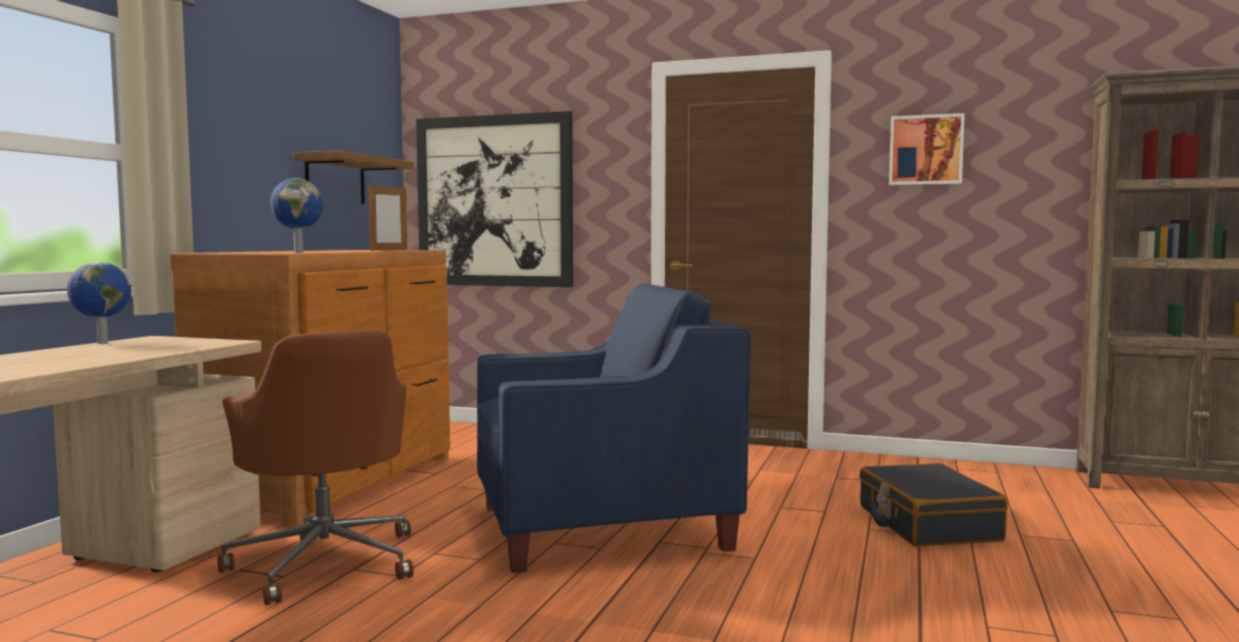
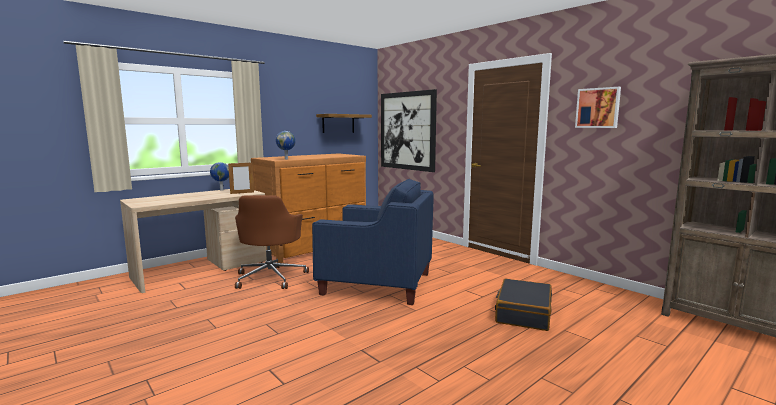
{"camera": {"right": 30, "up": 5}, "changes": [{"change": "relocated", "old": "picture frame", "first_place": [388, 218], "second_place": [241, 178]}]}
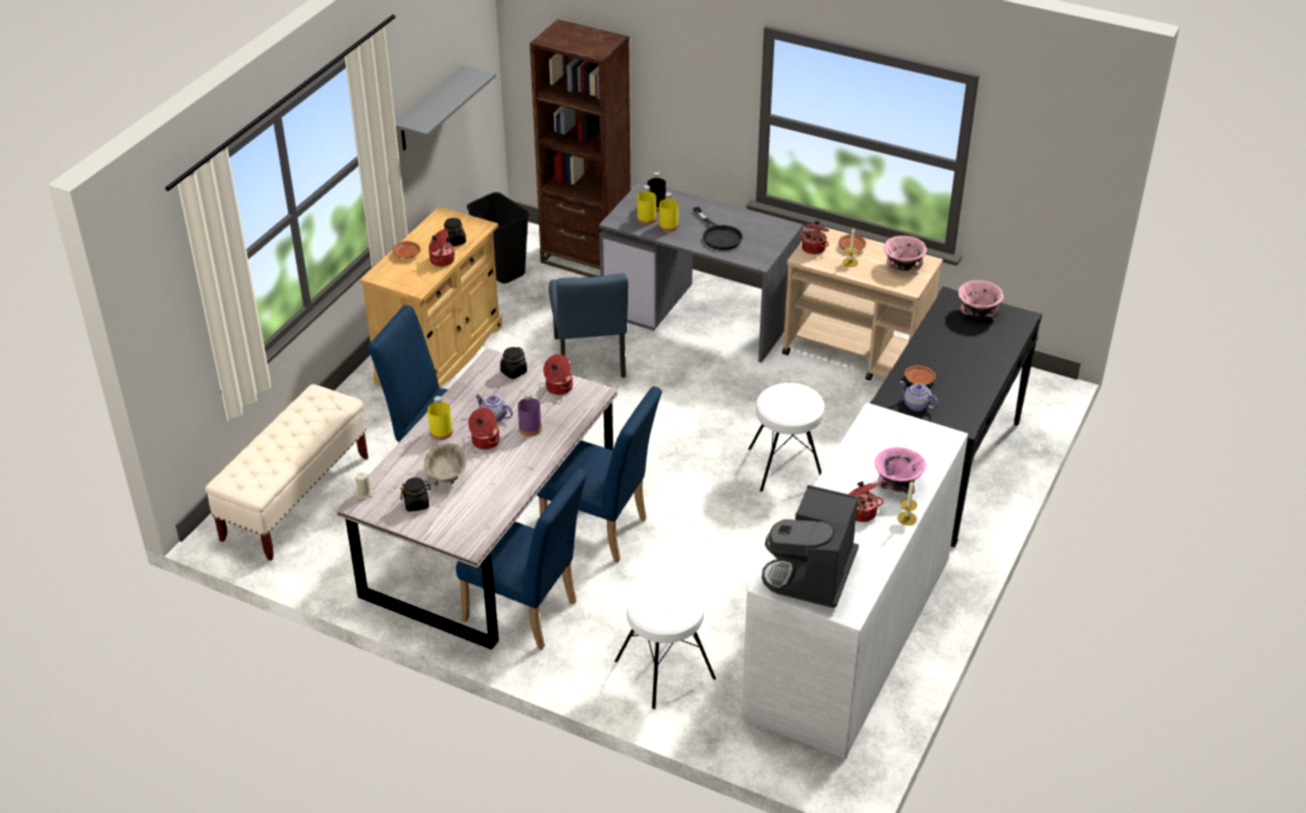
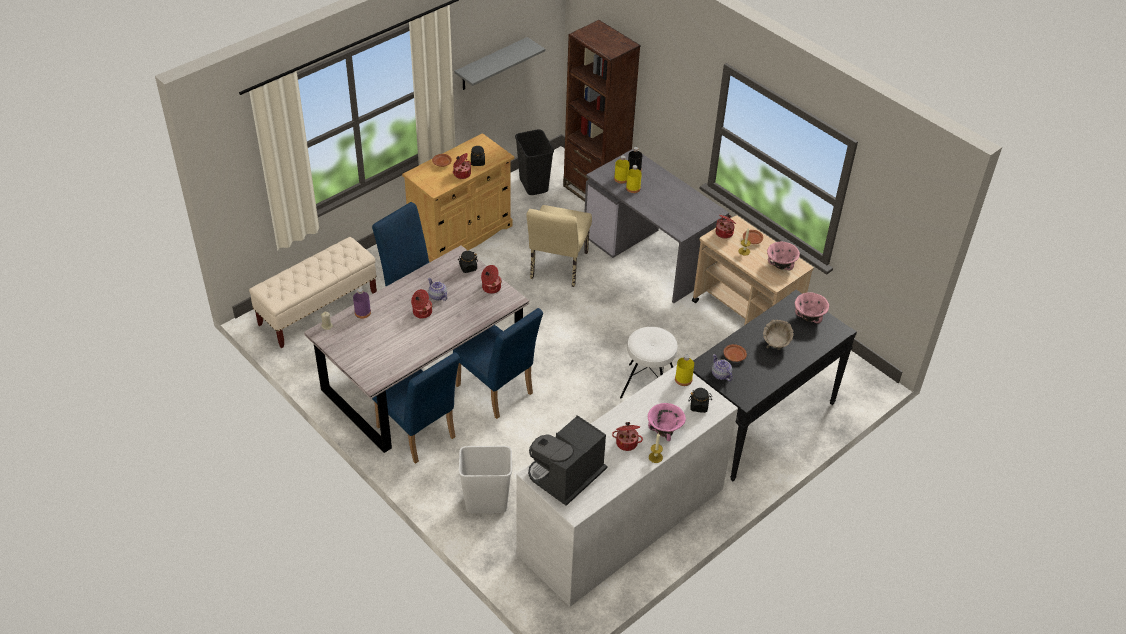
{"camera": {"right": 20, "up": 5}, "changes": [{"change": "relocated", "old": "black-coloured preserve jar", "first_place": [415, 494], "second_place": [700, 400]}, {"change": "relocated", "old": "beige deep dish", "first_place": [445, 464], "second_place": [778, 334]}, {"change": "relocated", "old": "yellow-coloured bottle", "first_place": [440, 418], "second_place": [684, 370]}, {"change": "relocated", "old": "purple-coloured bottle", "first_place": [530, 414], "second_place": [362, 303]}, {"change": "colour", "old": "blue chair", "new": "beige chair", "first_place": [588, 325], "second_place": [559, 246]}, {"change": "exchanged", "old": "white-coloured stool", "new": "white-coloured trash can", "first_place": [665, 643], "second_place": [485, 479]}, {"change": "missing", "old": "black-coloured pan", "first_place": [718, 228]}]}
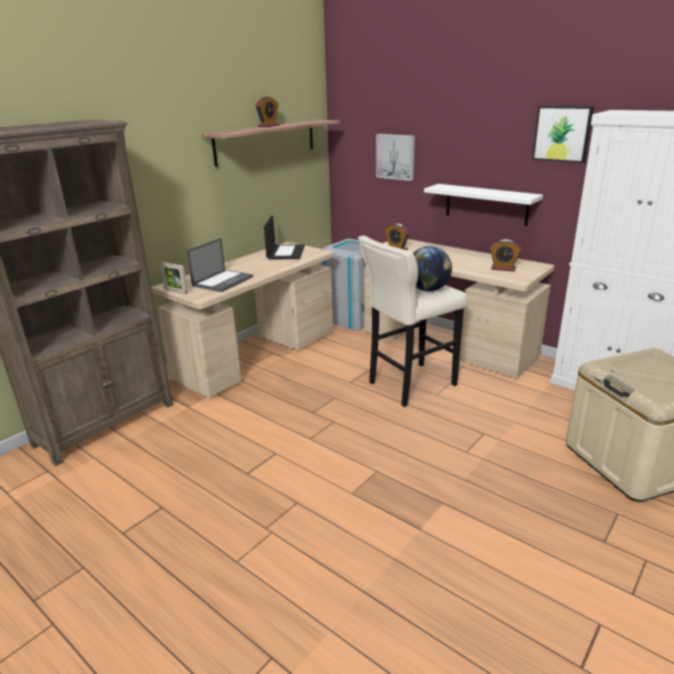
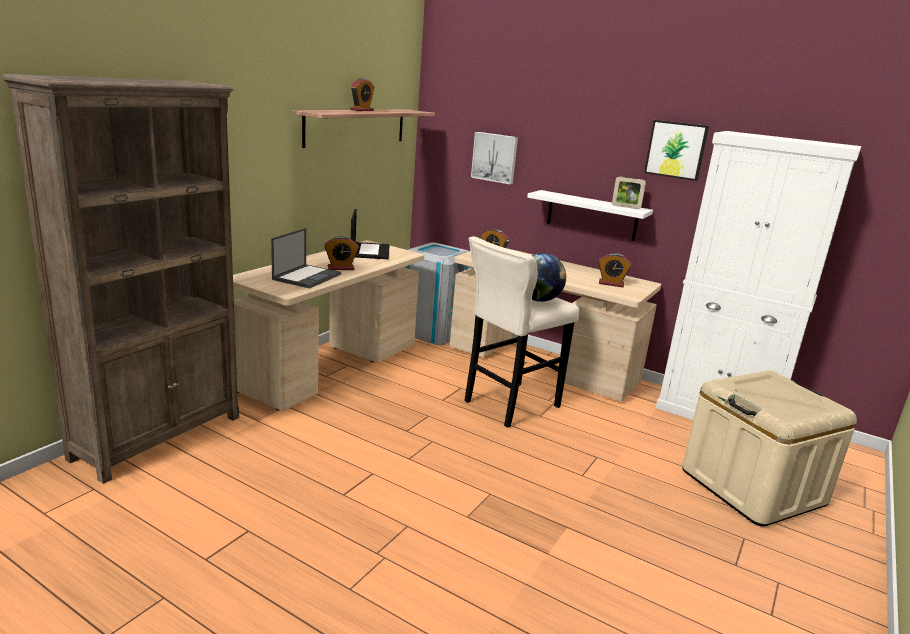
{"camera": {"right": -10, "up": -5}, "changes": [{"change": "relocated", "old": "picture frame", "first_place": [174, 278], "second_place": [629, 192]}, {"change": "appeared", "new": "alarm clock", "second_place": [341, 253]}]}
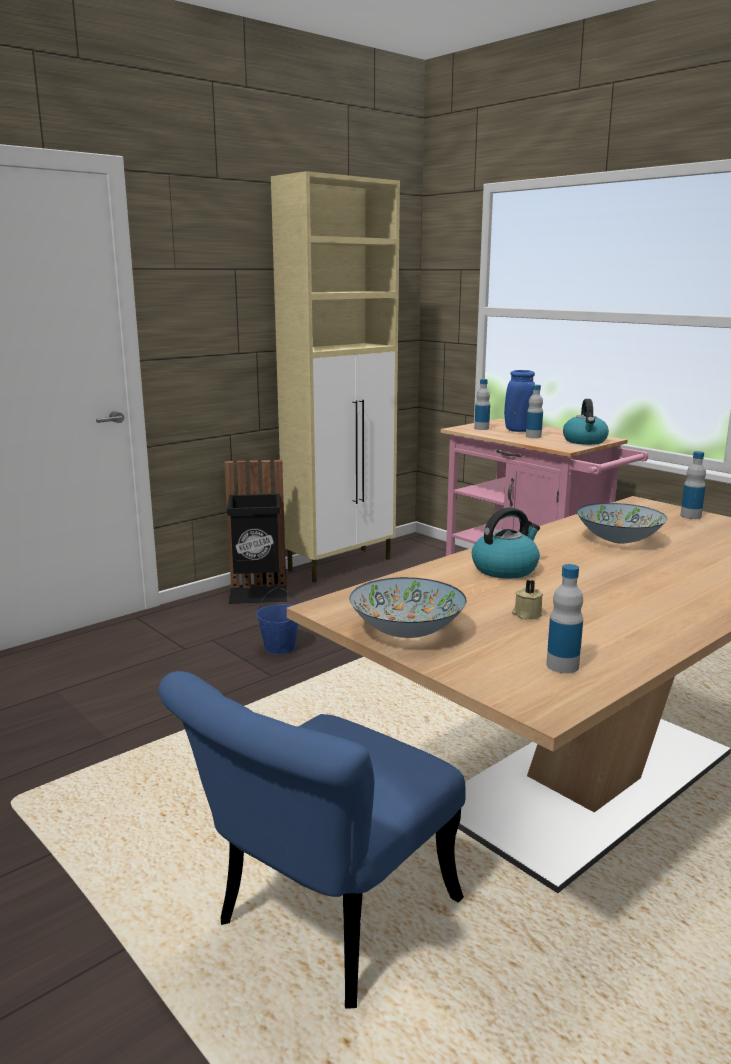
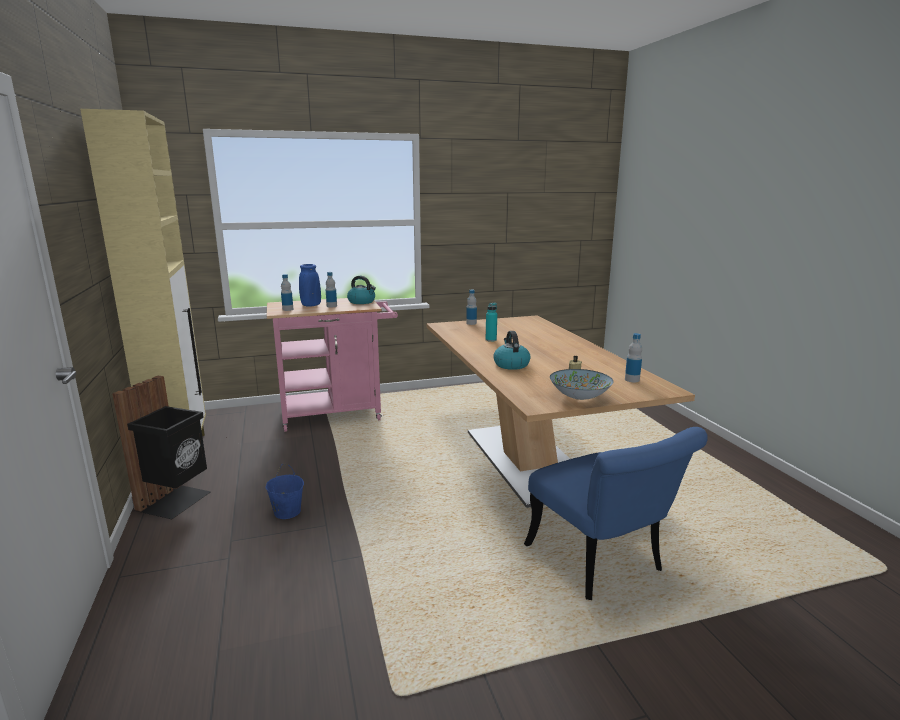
{"camera": {"right": -65, "up": 0}, "changes": [{"change": "exchanged", "old": "deep dish", "new": "turquoise-coloured bottle", "first_place": [622, 523], "second_place": [491, 322]}]}
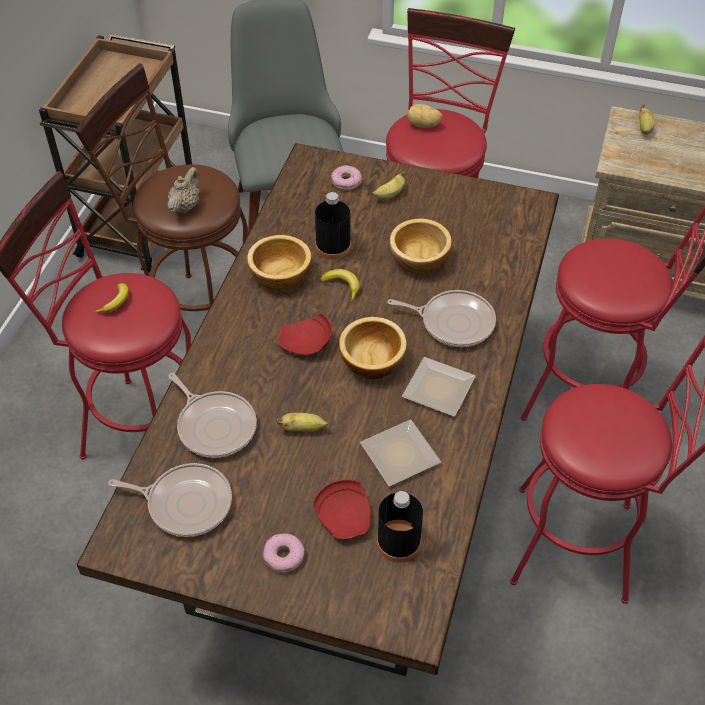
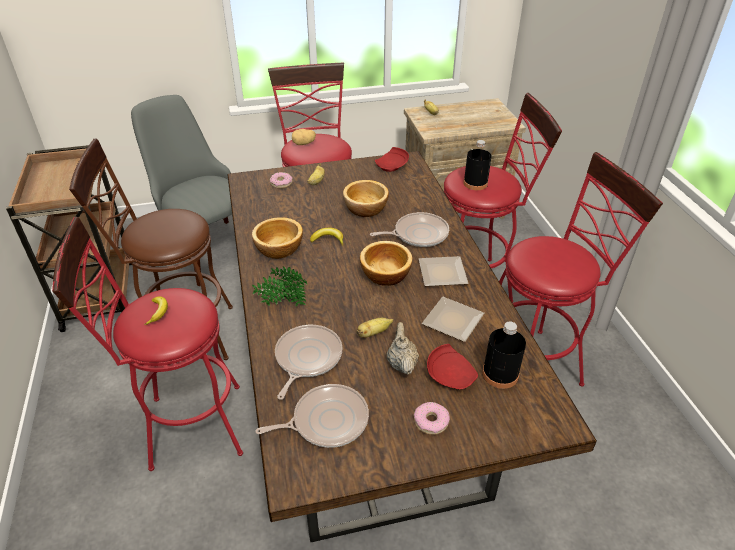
{"camera": {"right": -30, "up": -10}, "changes": [{"change": "relocated", "old": "beige pot for tea", "first_place": [184, 190], "second_place": [403, 348]}, {"change": "spun", "old": "pan", "first_place": [212, 415], "second_place": [309, 362], "degrees": -90}, {"change": "relocated", "old": "red flat dish", "first_place": [305, 334], "second_place": [392, 159]}, {"change": "relocated", "old": "black-coloured bottle", "first_place": [333, 226], "second_place": [477, 165]}, {"change": "appeared", "new": "houseplant", "second_place": [279, 286]}]}
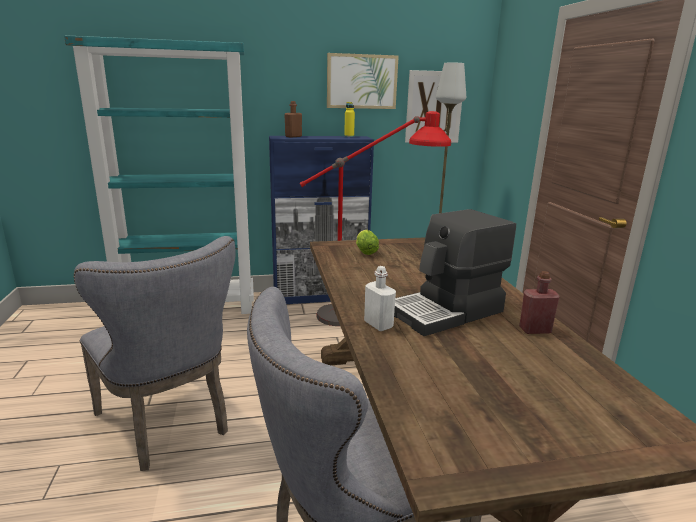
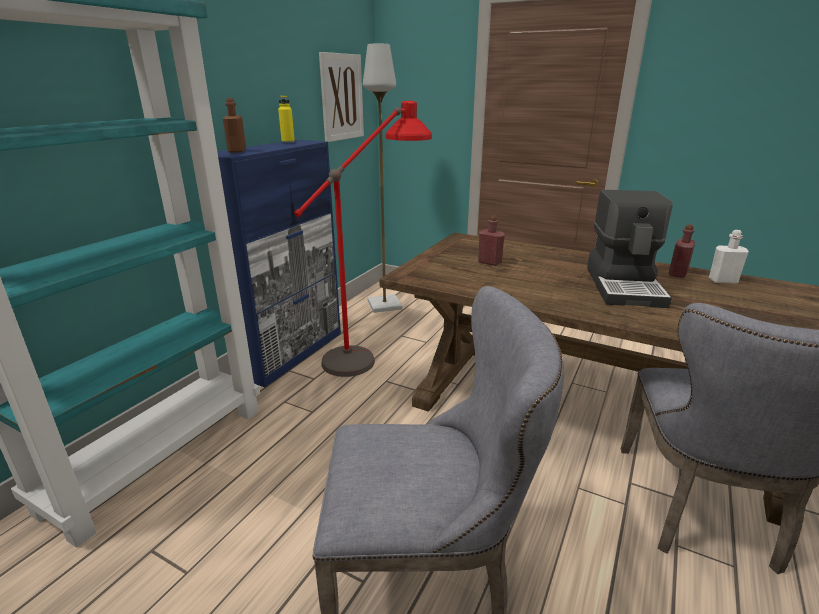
{"camera": {"right": -50, "up": 5}, "changes": [{"change": "missing", "old": "picture", "first_place": [363, 81]}, {"change": "missing", "old": "head of lettuce", "first_place": [367, 242]}, {"change": "relocated", "old": "white-coloured bottle", "first_place": [380, 298], "second_place": [729, 257]}, {"change": "appeared", "new": "red bottle", "second_place": [491, 240]}]}
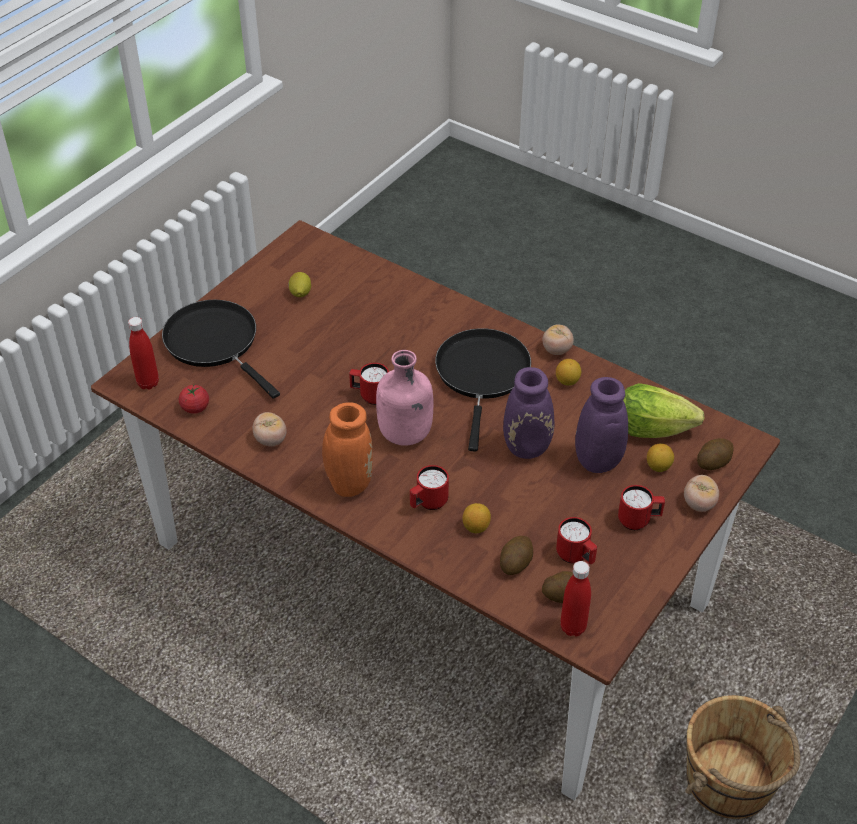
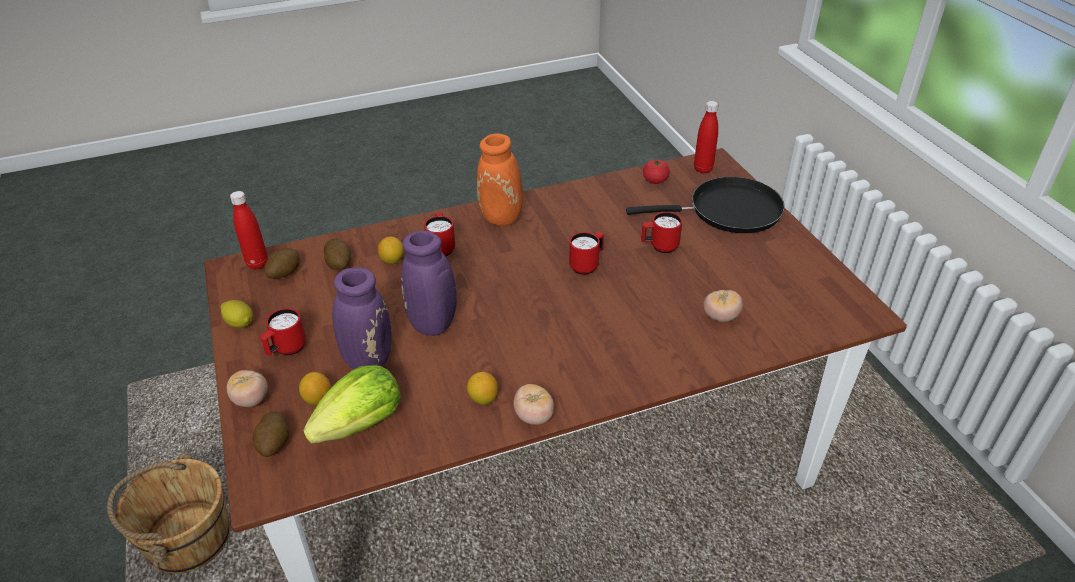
{"camera": {"right": 125, "up": -5}, "changes": [{"change": "relocated", "old": "fresh tomato", "first_place": [270, 429], "second_place": [723, 306]}, {"change": "relocated", "old": "whole lemon", "first_place": [299, 284], "second_place": [236, 314]}, {"change": "missing", "old": "pinkish bottle", "first_place": [404, 398]}, {"change": "missing", "old": "black-coloured pan", "first_place": [483, 390]}, {"change": "relocated", "old": "red coffee mug", "first_place": [576, 540], "second_place": [661, 232]}]}
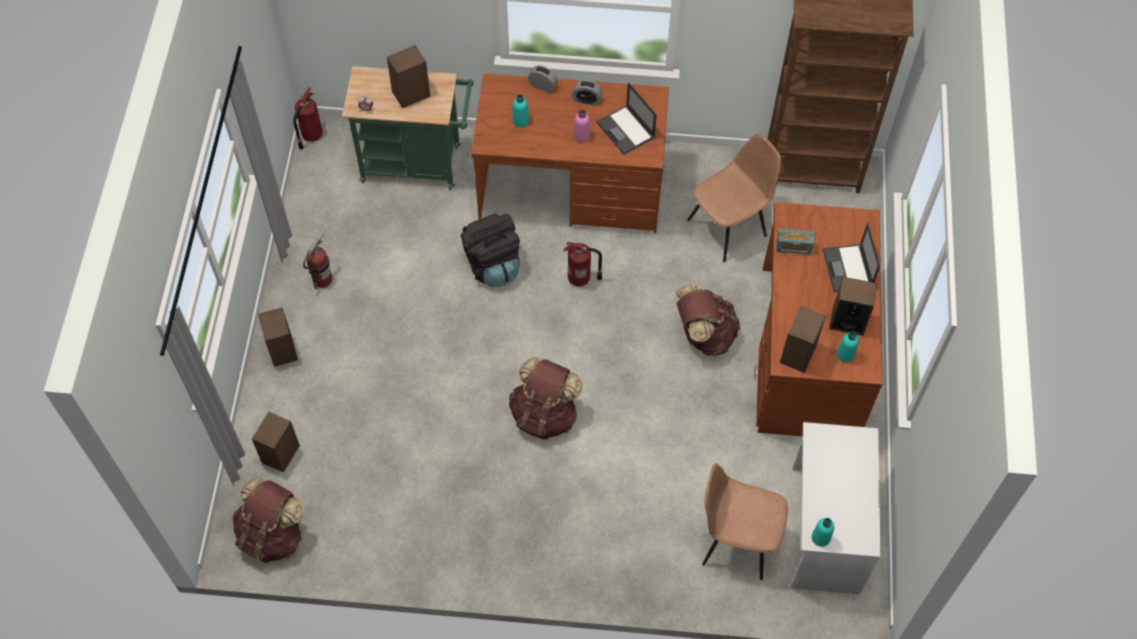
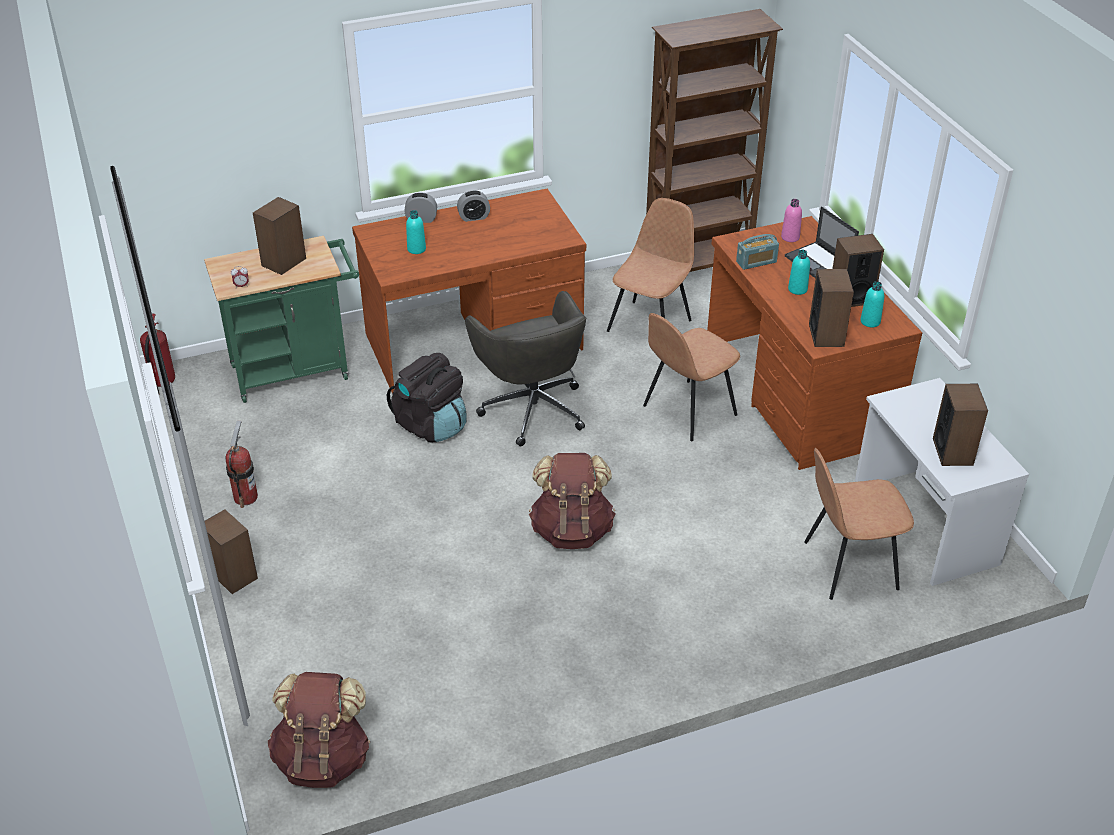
{"camera": {"right": -25, "up": -20}, "changes": [{"change": "relocated", "old": "loudspeaker", "first_place": [276, 442], "second_place": [960, 425]}, {"change": "exchanged", "old": "fire extinguisher", "new": "greyish office chair", "first_place": [583, 264], "second_place": [526, 369]}, {"change": "relocated", "old": "pinkish bottle", "first_place": [581, 126], "second_place": [791, 220]}, {"change": "missing", "old": "portable computer", "first_place": [627, 118]}, {"change": "exchanged", "old": "brown-coloured backpack", "new": "brown-coloured chair", "first_place": [707, 320], "second_place": [691, 377]}, {"change": "relocated", "old": "turquoise-coloured bottle", "first_place": [823, 532], "second_place": [799, 272]}]}
